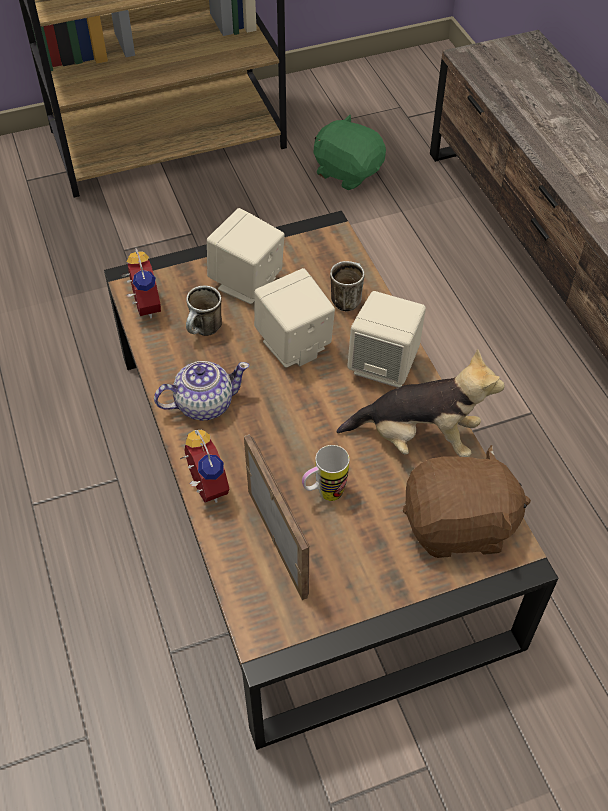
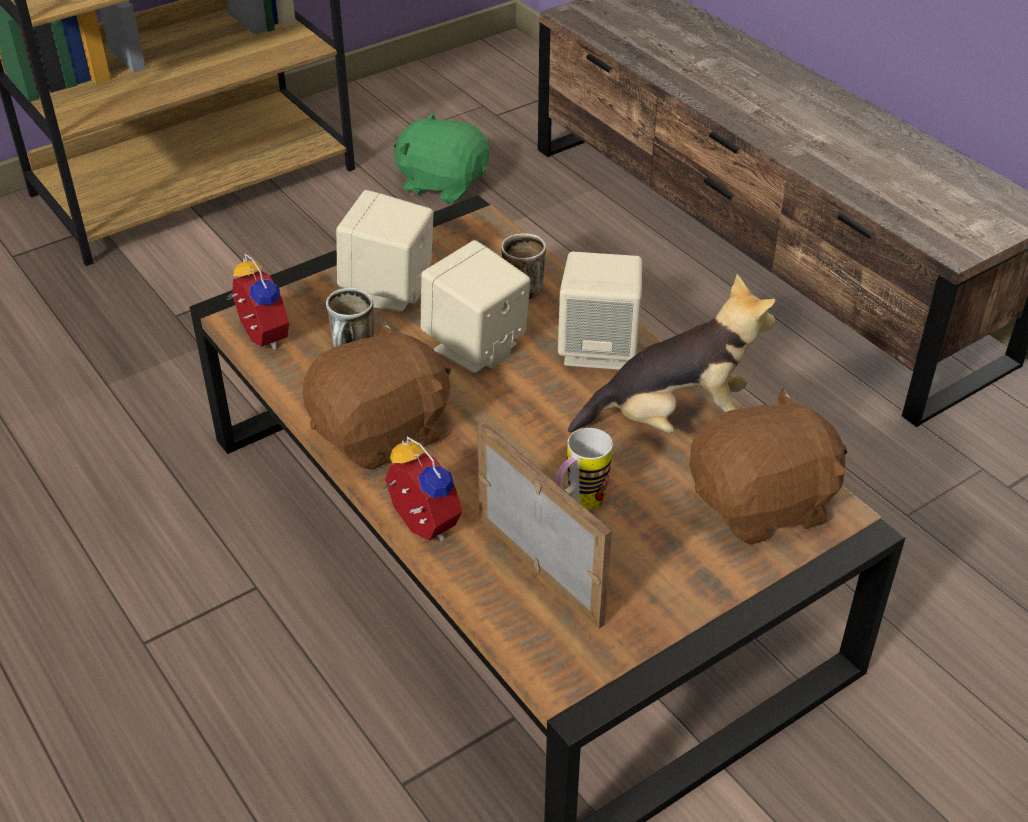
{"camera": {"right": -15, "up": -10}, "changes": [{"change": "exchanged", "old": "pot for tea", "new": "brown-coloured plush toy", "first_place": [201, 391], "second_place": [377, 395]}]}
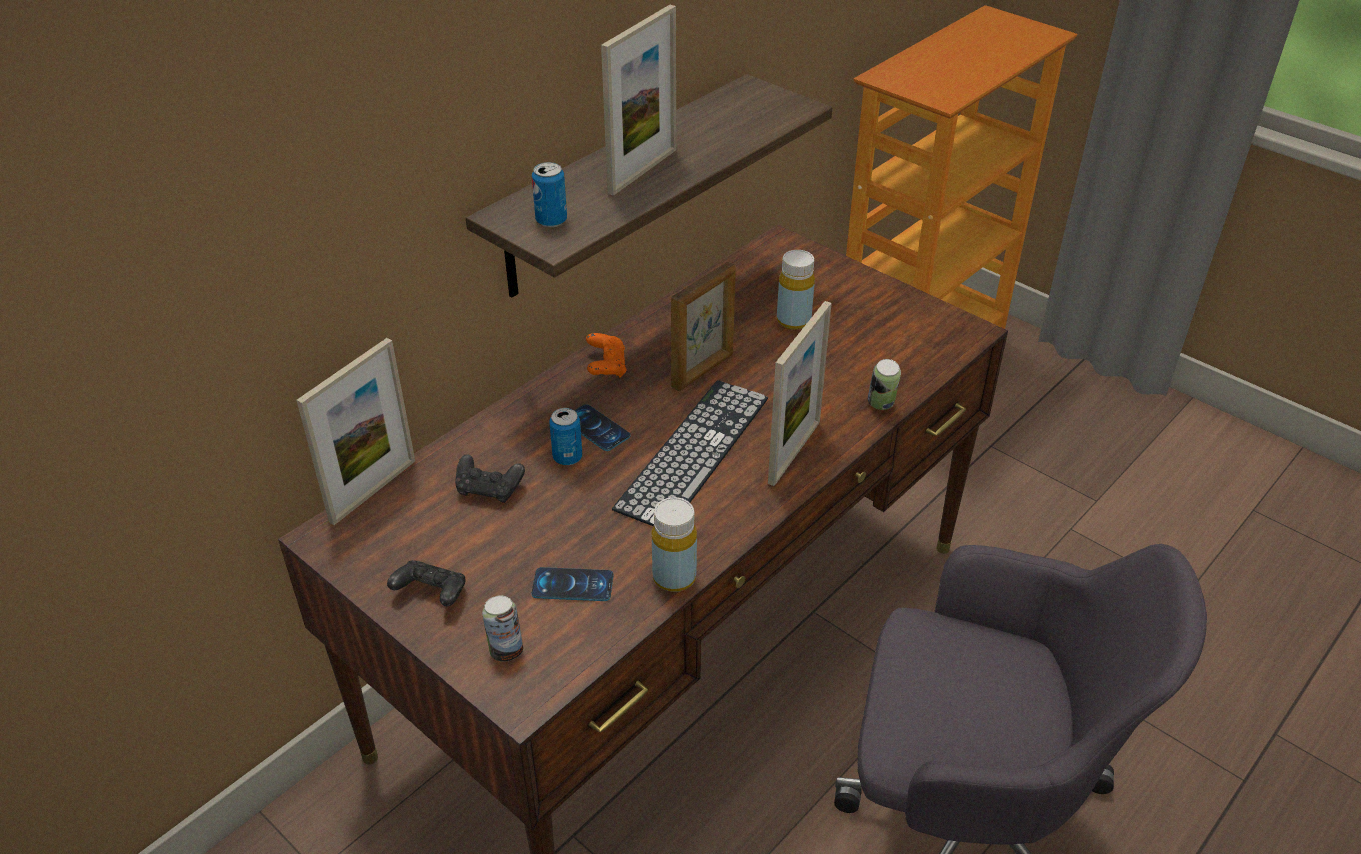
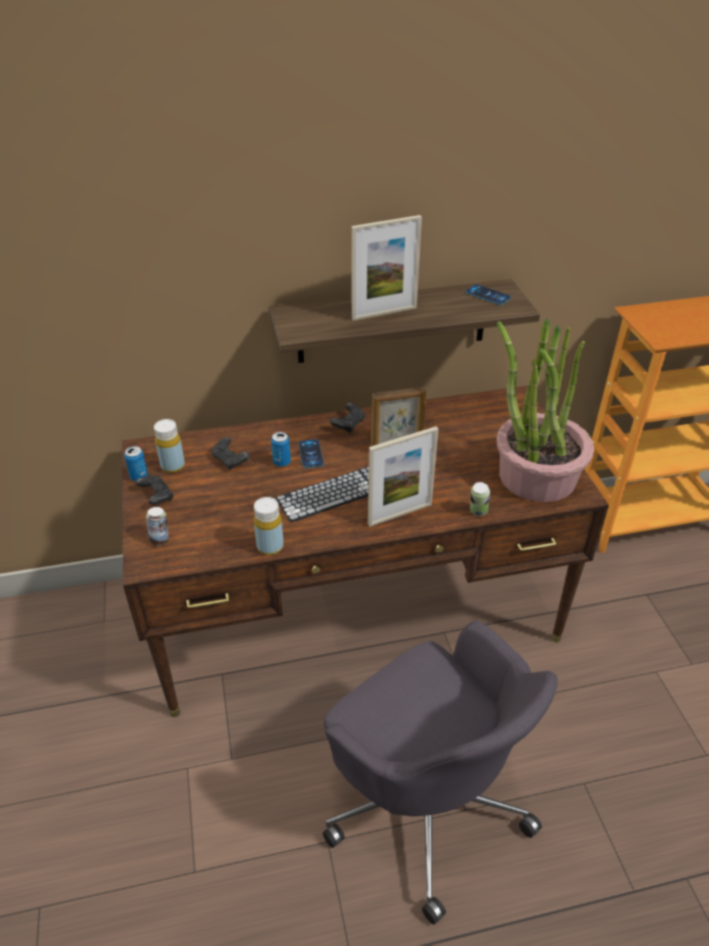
{"camera": {"right": 35, "up": 0}, "changes": [{"change": "missing", "old": "picture frame", "first_place": [355, 431]}, {"change": "relocated", "old": "can", "first_place": [549, 194], "second_place": [136, 464]}, {"change": "relocated", "old": "telephone", "first_place": [572, 584], "second_place": [488, 294]}, {"change": "colour", "old": "orange game controller", "new": "black-coloured game controller", "first_place": [606, 355], "second_place": [347, 418]}, {"change": "relocated", "old": "yellow-coloured bottle", "first_place": [796, 290], "second_place": [169, 446]}, {"change": "appeared", "new": "houseplant", "second_place": [545, 410]}]}
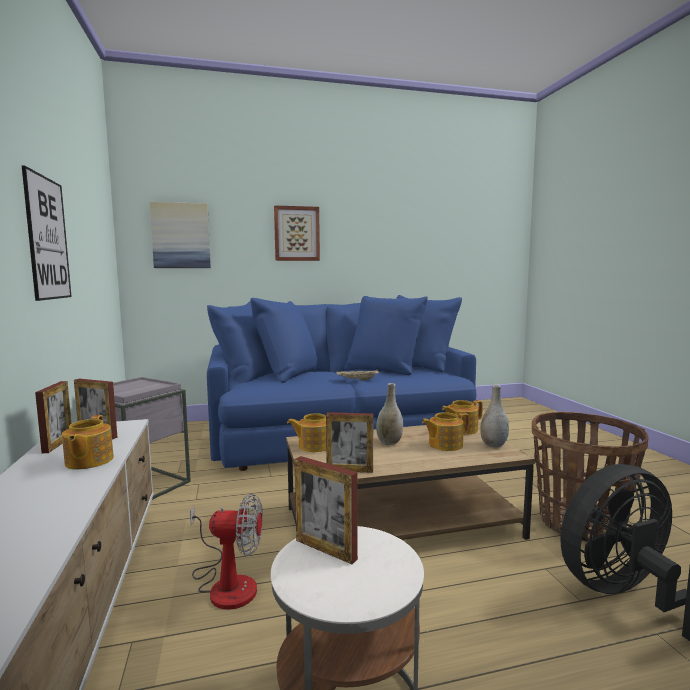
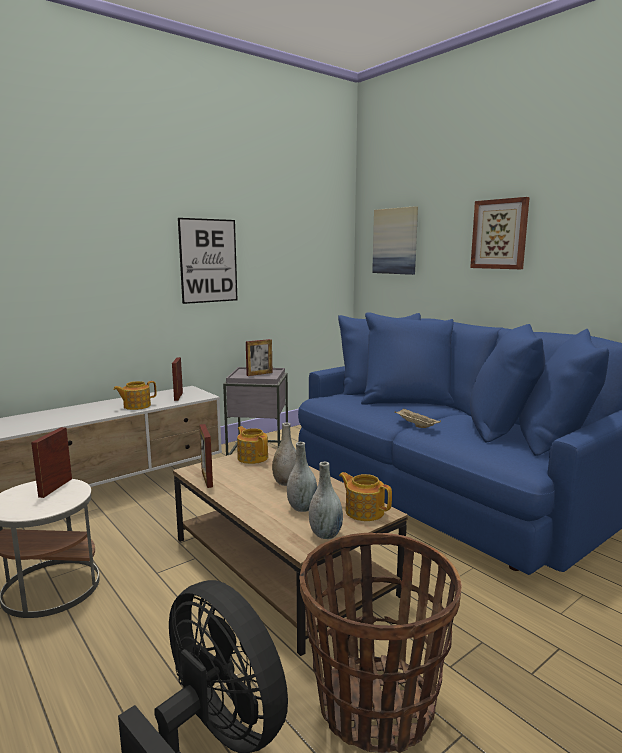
{"camera": {"right": 65, "up": 5}, "changes": [{"change": "relocated", "old": "picture frame", "first_place": [53, 417], "second_place": [259, 357]}, {"change": "missing", "old": "electric fan", "first_place": [226, 551]}, {"change": "exchanged", "old": "pot for tea", "new": "greyish flower vase", "first_place": [445, 431], "second_place": [302, 477]}]}
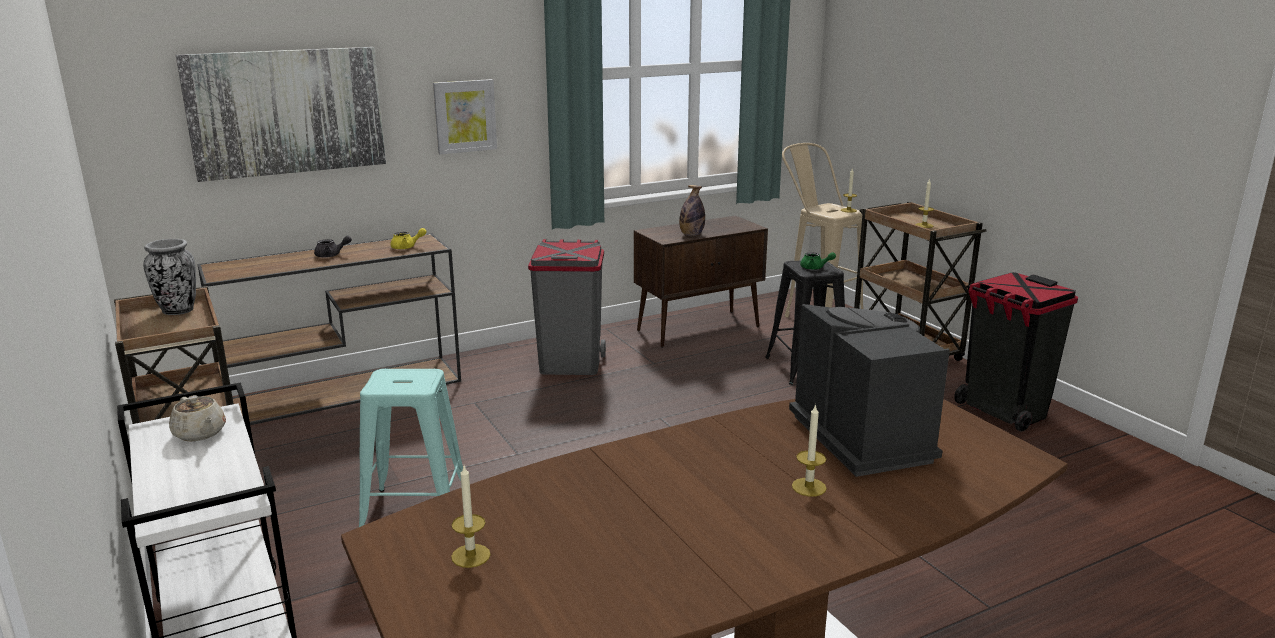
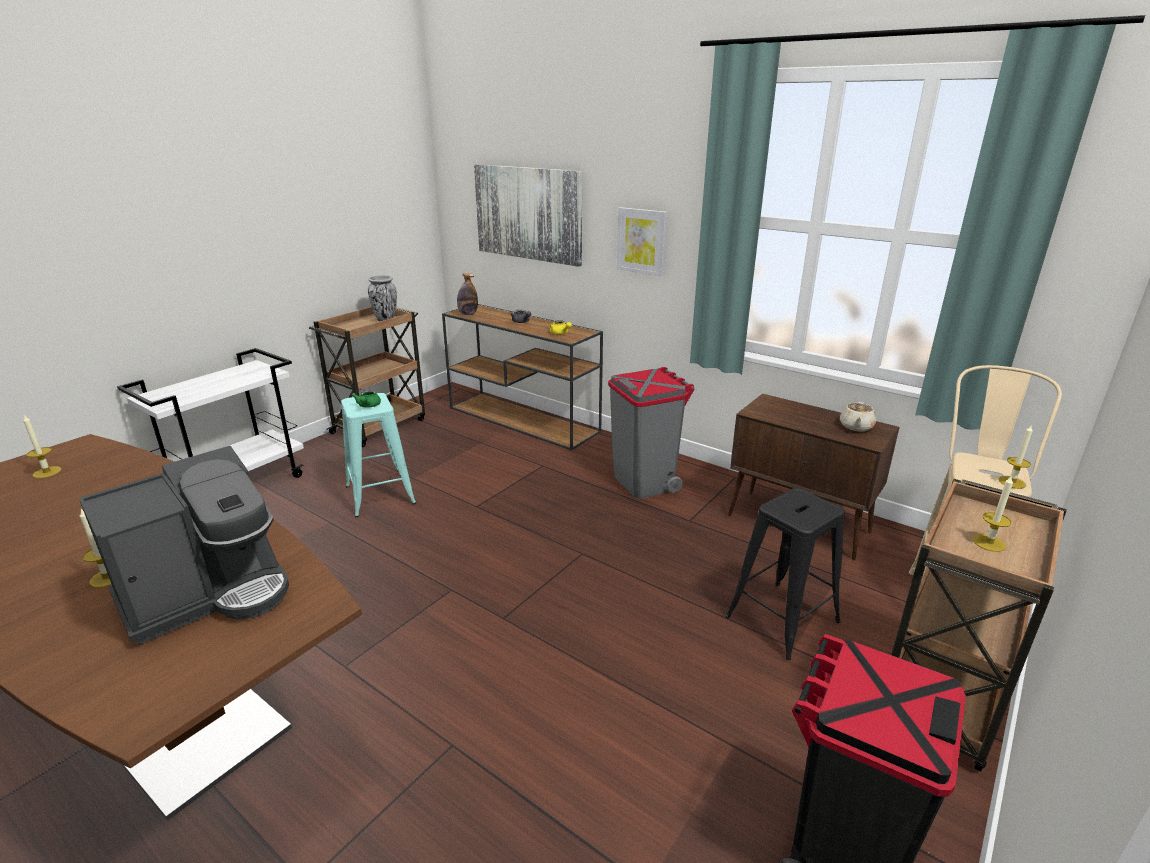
{"camera": {"right": 65, "up": 5}, "changes": [{"change": "relocated", "old": "beige pot for tea", "first_place": [197, 418], "second_place": [858, 417]}, {"change": "relocated", "old": "bottle", "first_place": [692, 210], "second_place": [467, 294]}, {"change": "relocated", "old": "green pot for tea", "first_place": [818, 261], "second_place": [366, 399]}]}
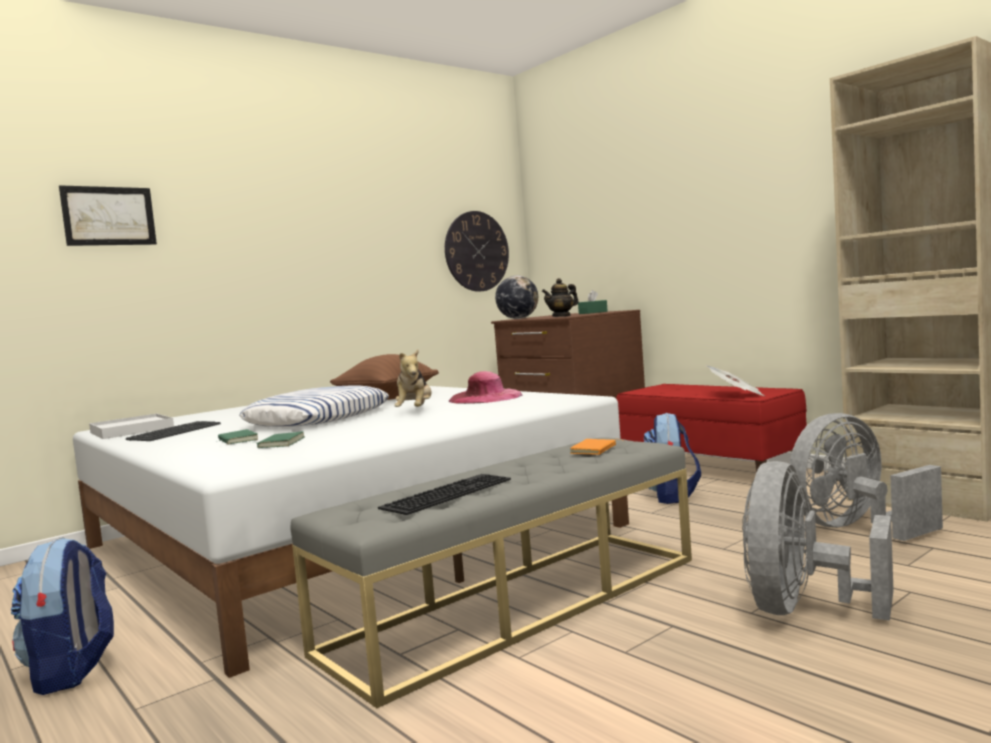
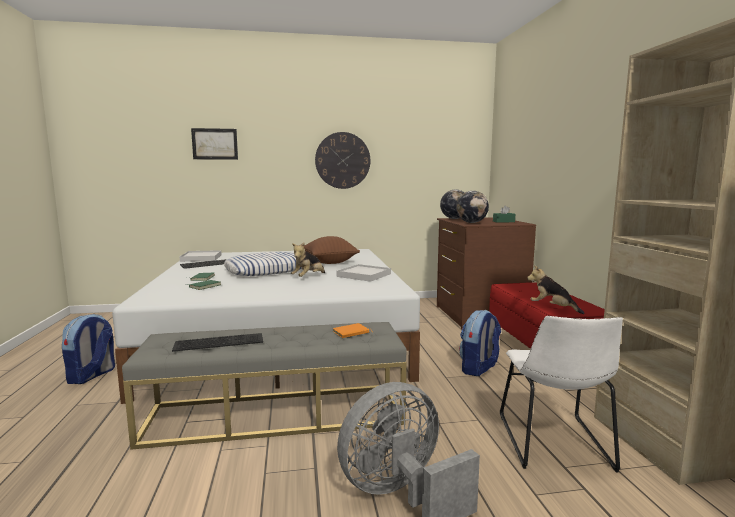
{"camera": {"right": 30, "up": 5}, "changes": [{"change": "relocated", "old": "clock on the wall", "first_place": [477, 251], "second_place": [342, 160]}, {"change": "exchanged", "old": "pinkish clothing hat", "new": "white-coloured tray", "first_place": [485, 387], "second_place": [363, 273]}, {"change": "exchanged", "old": "pot for tea", "new": "world globe", "first_place": [560, 297], "second_place": [472, 207]}, {"change": "exchanged", "old": "daily paper", "new": "plush toy", "first_place": [735, 380], "second_place": [556, 289]}, {"change": "exchanged", "old": "greyish electric fan", "new": "white-coloured chair", "first_place": [866, 477], "second_place": [561, 394]}]}
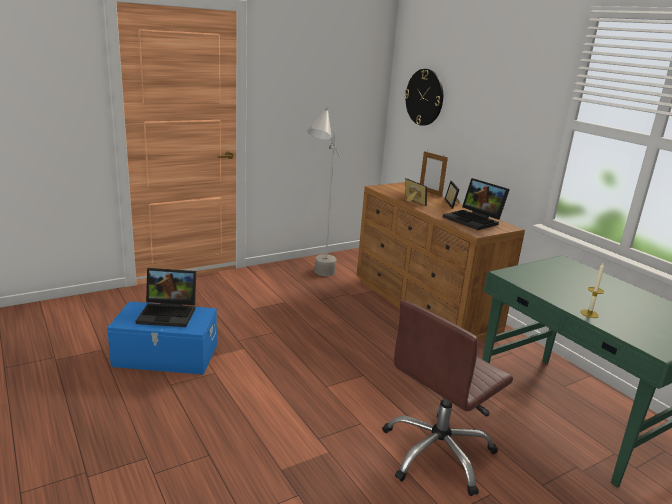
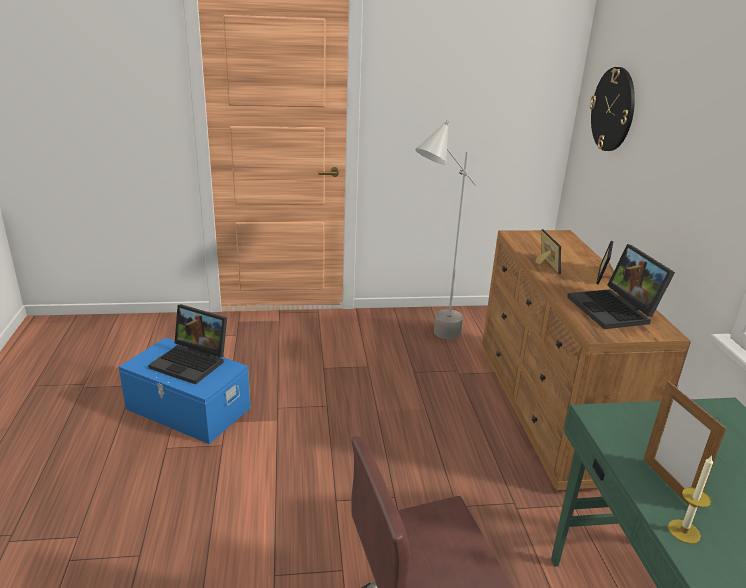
{"camera": {"right": 25, "up": 5}, "changes": [{"change": "relocated", "old": "picture frame", "first_place": [434, 174], "second_place": [685, 443]}]}
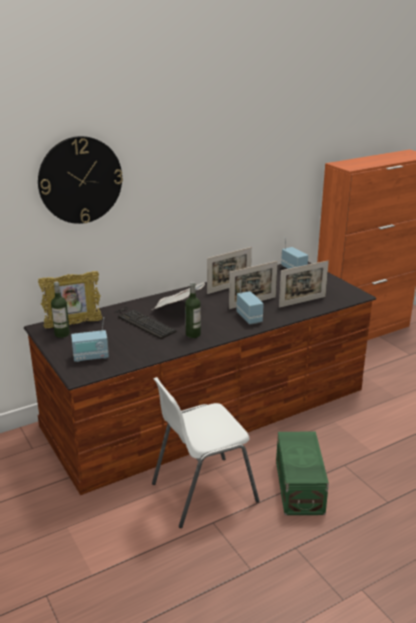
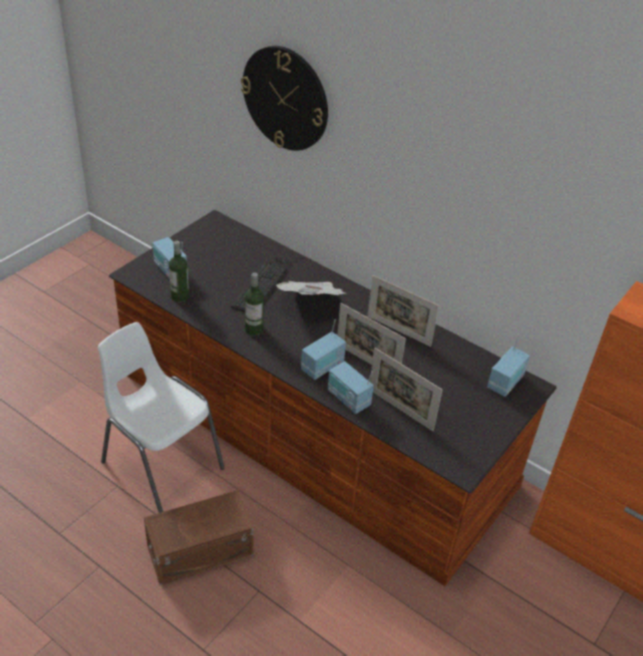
{"camera": {"right": 65, "up": 15}, "changes": [{"change": "missing", "old": "picture frame", "first_place": [70, 299]}, {"change": "relocated", "old": "bottle", "first_place": [60, 310], "second_place": [179, 272]}, {"change": "colour", "old": "green storage container", "new": "brown-coloured storage container", "first_place": [302, 473], "second_place": [199, 537]}, {"change": "appeared", "new": "radio receiver", "second_place": [351, 387]}]}
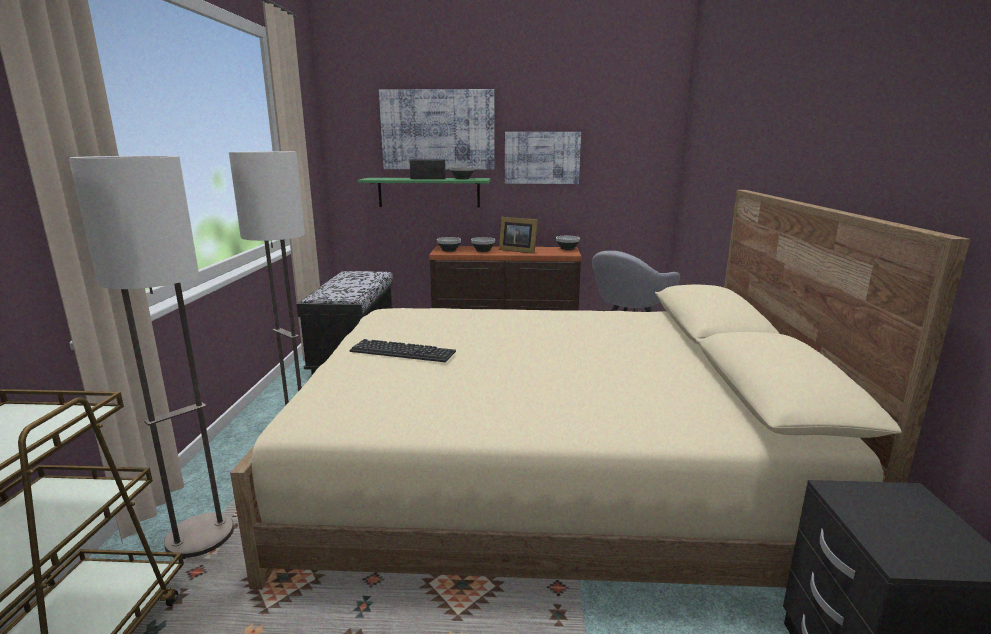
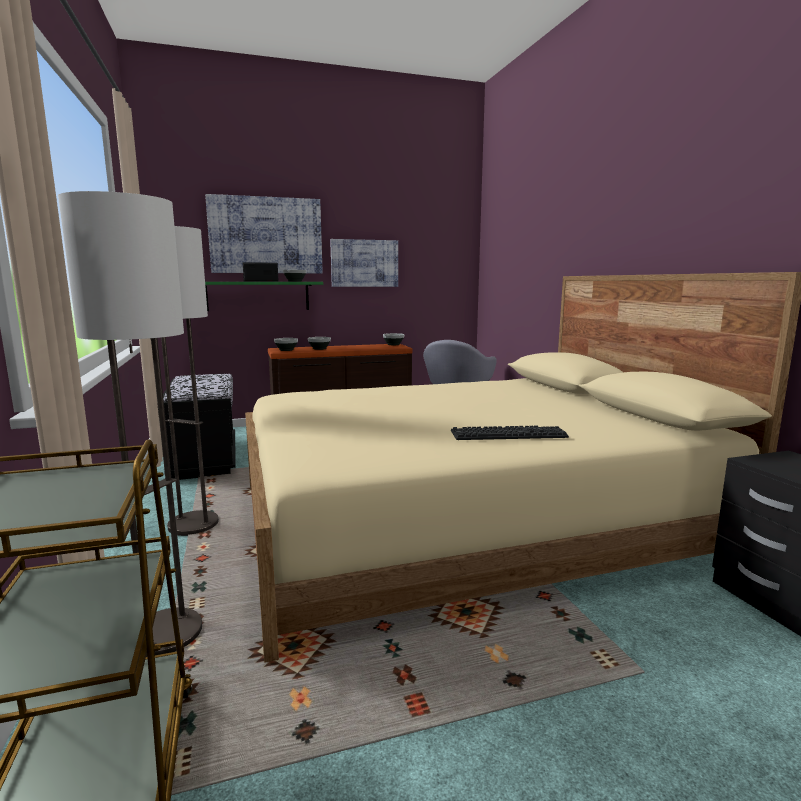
{"camera": {"right": -20, "up": -5}, "changes": [{"change": "relocated", "old": "computer keyboard", "first_place": [403, 350], "second_place": [510, 433]}, {"change": "missing", "old": "picture frame", "first_place": [518, 235]}]}
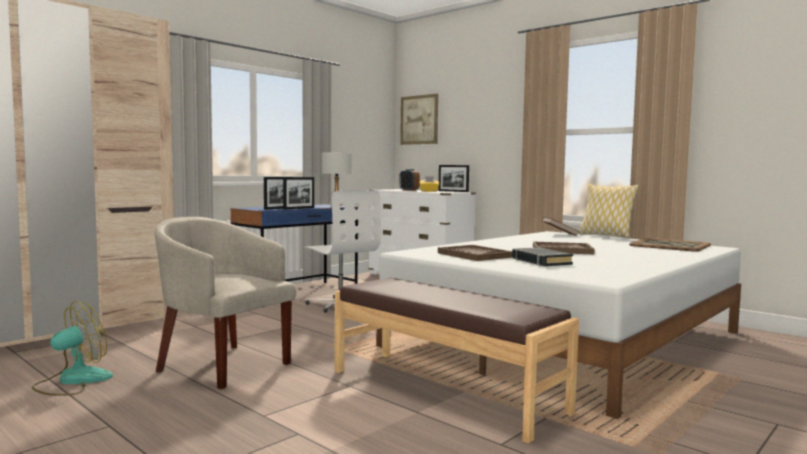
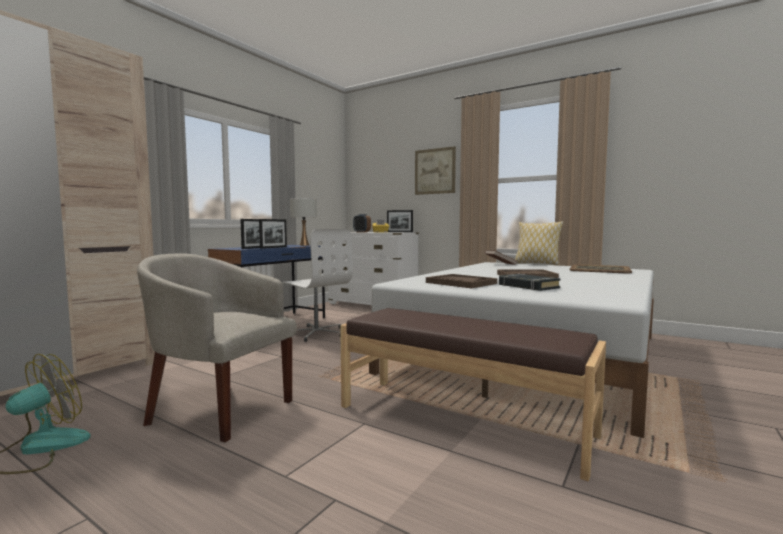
{"camera": {"right": -10, "up": 0}, "changes": [{"change": "relocated", "old": "picture", "first_place": [419, 119], "second_place": [435, 170]}]}
